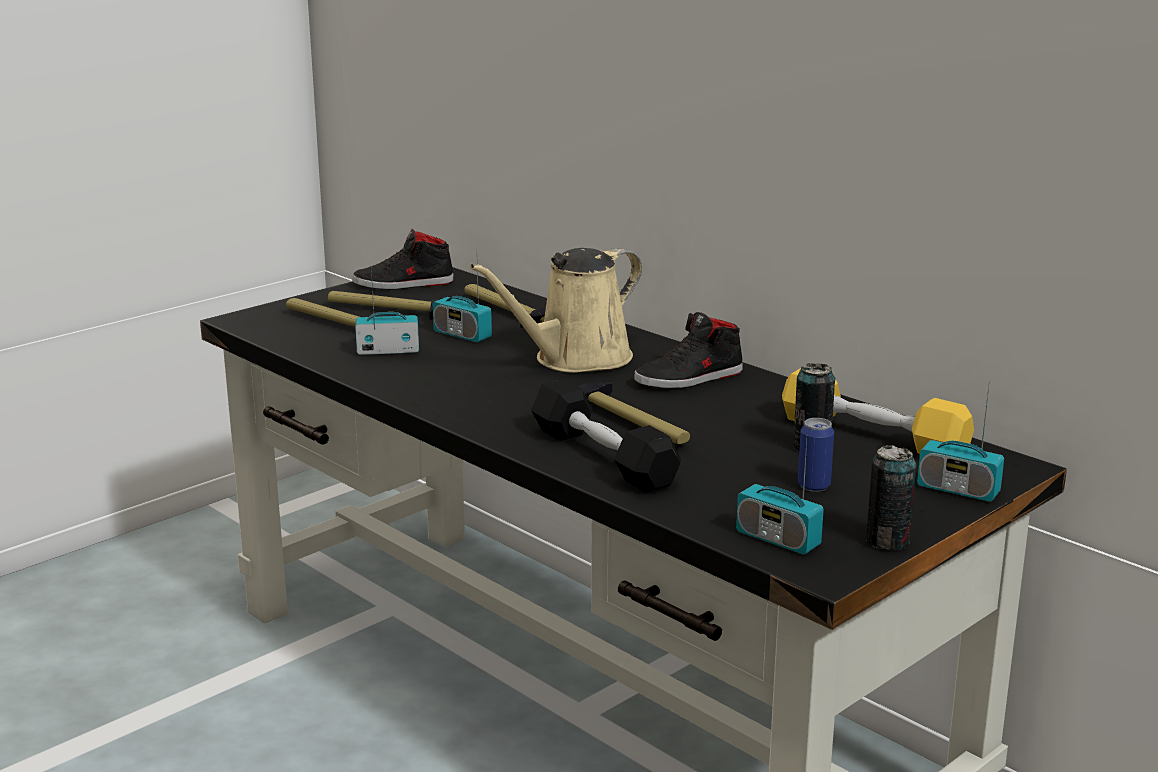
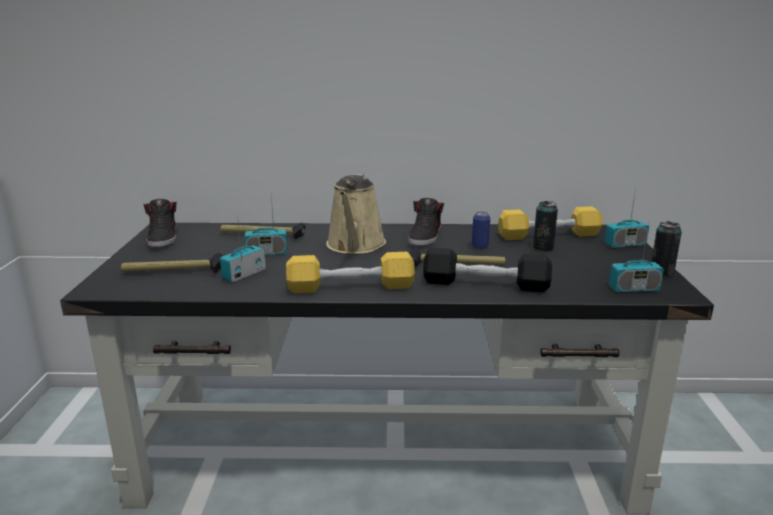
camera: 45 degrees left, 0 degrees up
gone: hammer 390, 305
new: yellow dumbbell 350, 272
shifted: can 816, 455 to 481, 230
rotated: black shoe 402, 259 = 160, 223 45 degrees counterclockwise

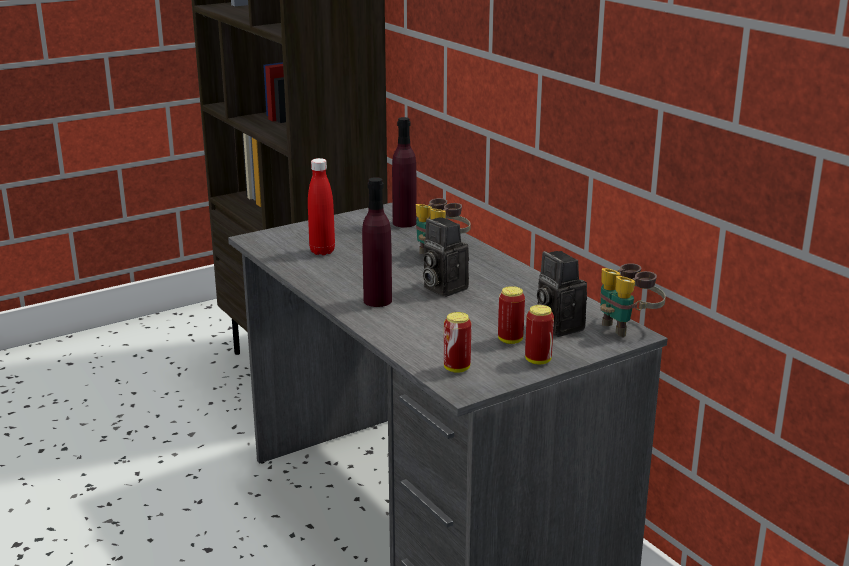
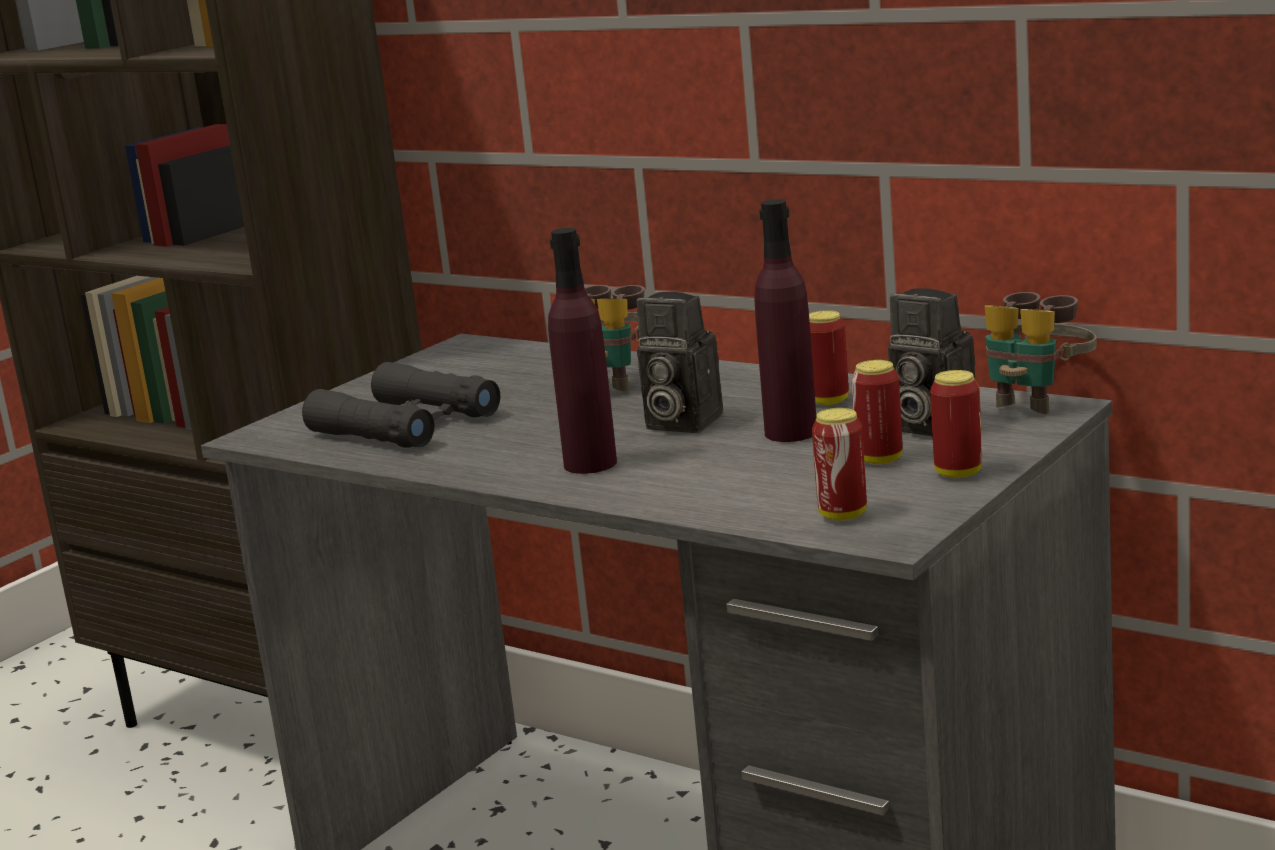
camera: 20 degrees left, 5 degrees down
new: can 829, 357
shifted: purple bottle 404, 172 to 785, 320
swapped: red bottle 321, 206 to black binoculars 401, 405

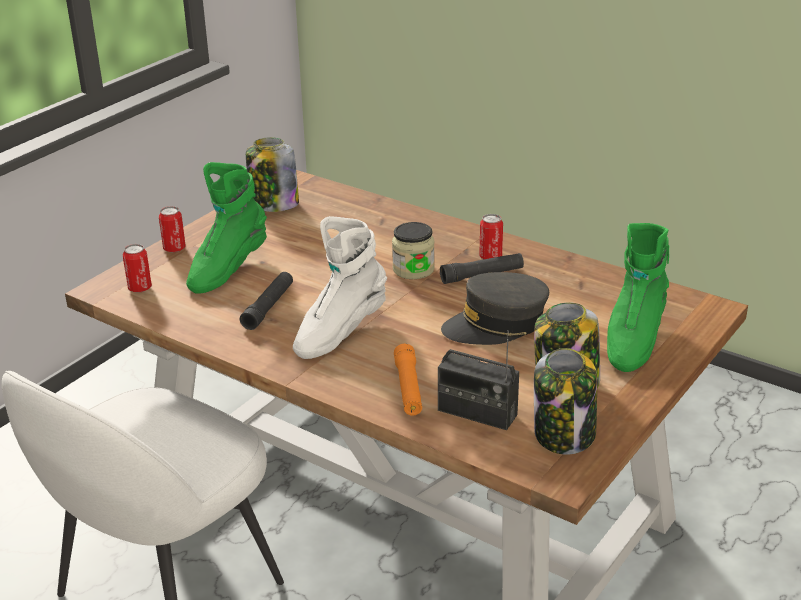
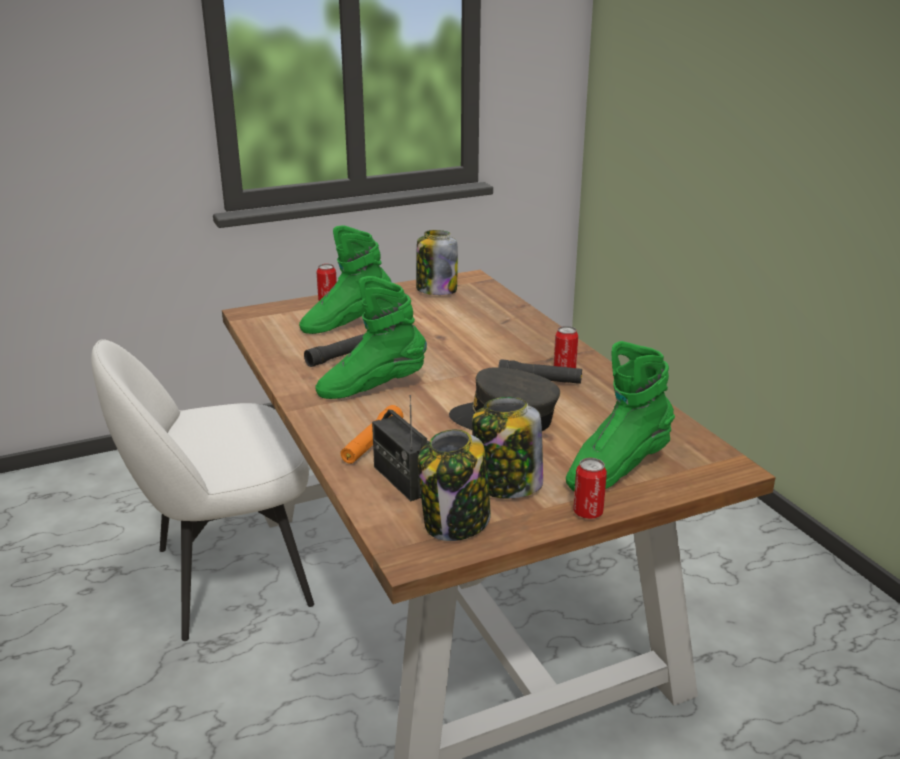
camera: 30 degrees right, 5 degrees down
gone: jar 413, 250
shifted: can 137, 268 to 590, 488
repainted: white boot 340, 287 to green boot 371, 337

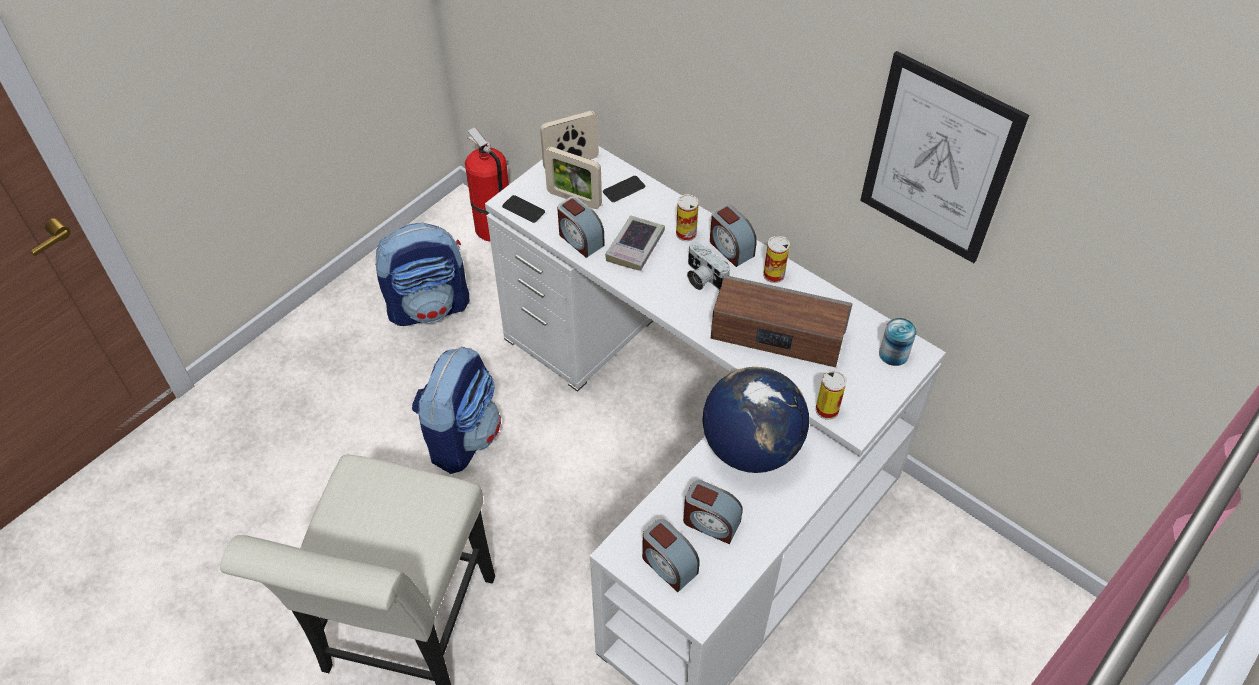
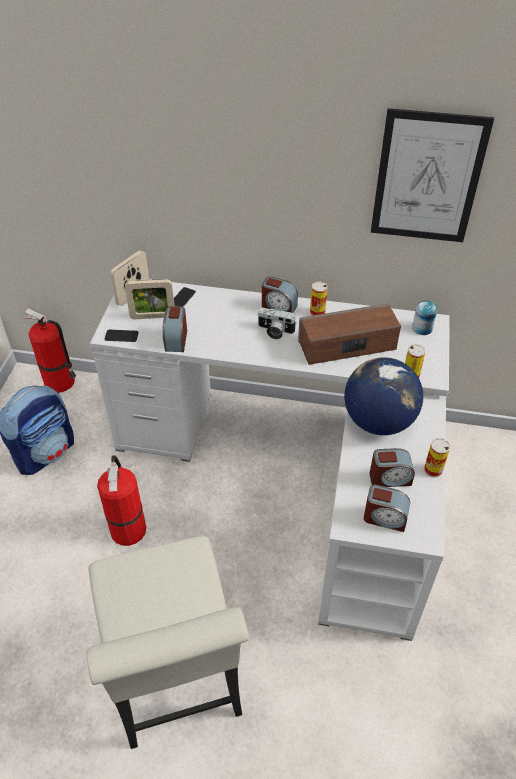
camera: 30 degrees left, 5 degrees down
gone: book 635, 243
shifted: can 687, 217 to 437, 457
swapped: backpack 456, 410 to fire extinguisher 121, 500
rotated: alarm clock 581, 227 = 174, 329 75 degrees clockwise

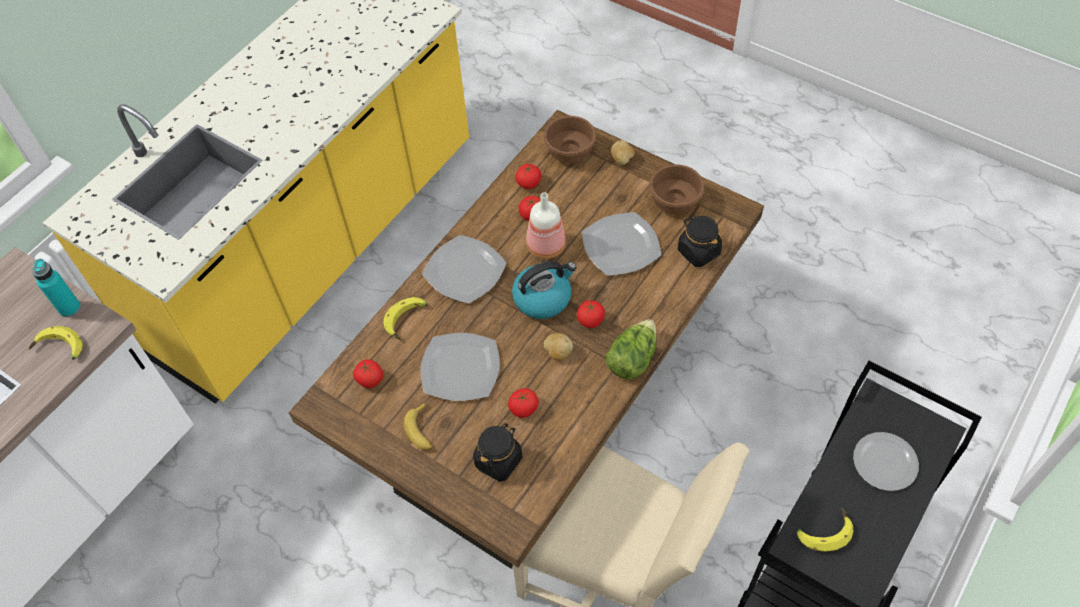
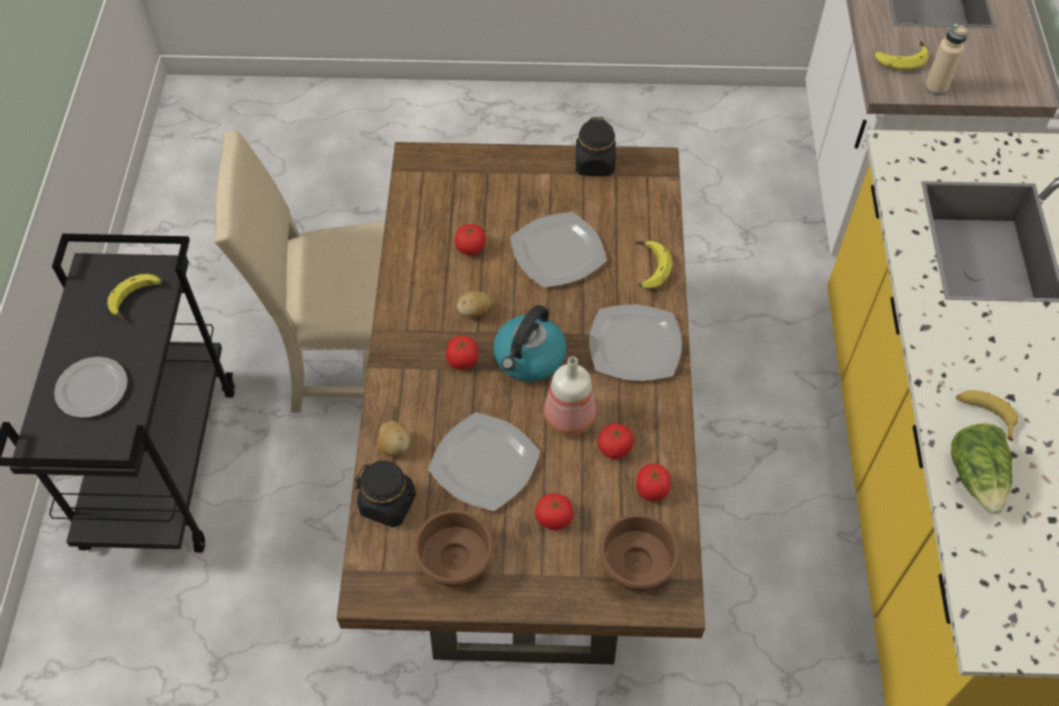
camera: 145 degrees right, 0 degrees up
shifted: tomato 368, 373 to 554, 512; banana 418, 426 to 987, 415; black jar 498, 453 to 596, 146; lettuce 630, 349 to 982, 469; potato 623, 152 to 393, 438
repainted: turquoise bottle 56, 288 to beige bottle 947, 59

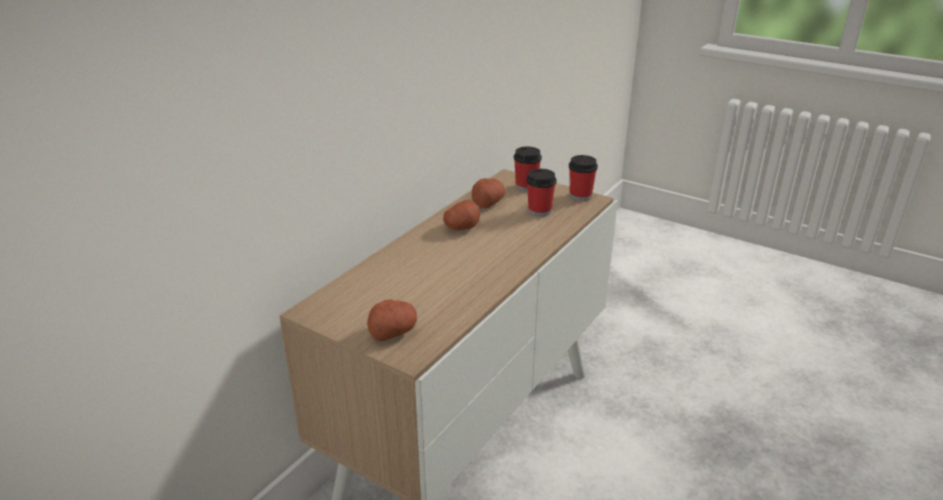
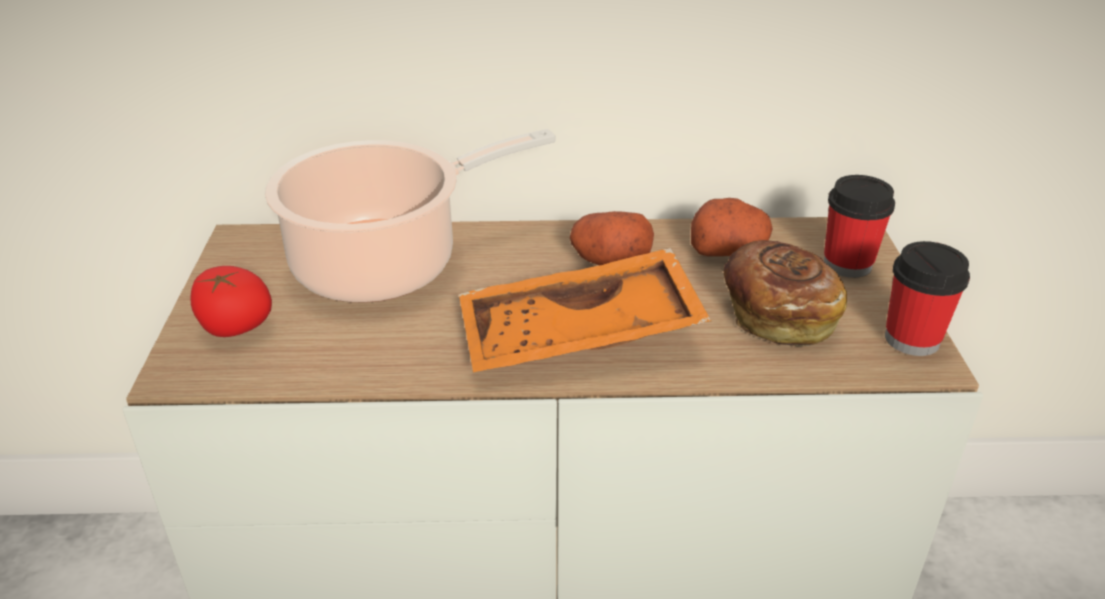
camera: 55 degrees right, 5 degrees up
new: cooking pot 410, 216; orange tray 585, 310
swapped: potato 392, 320 to tomato 231, 301; cup 542, 193 to bread 785, 293

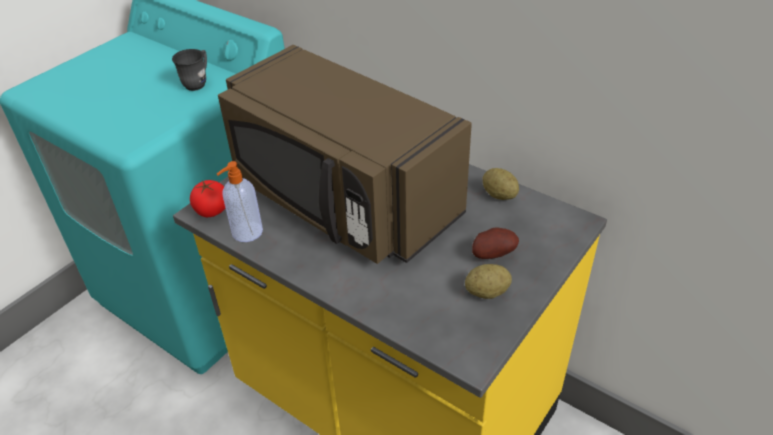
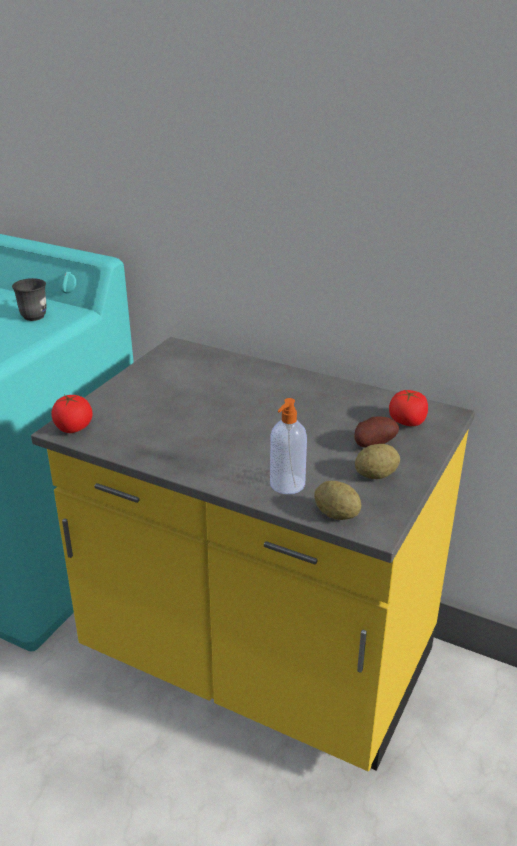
camera: 10 degrees left, 10 degrees down
gone: brown microwave 345, 154
new: tomato 408, 408
shifted: soap dispenser 240, 201 to 288, 446; potato 501, 184 to 337, 500

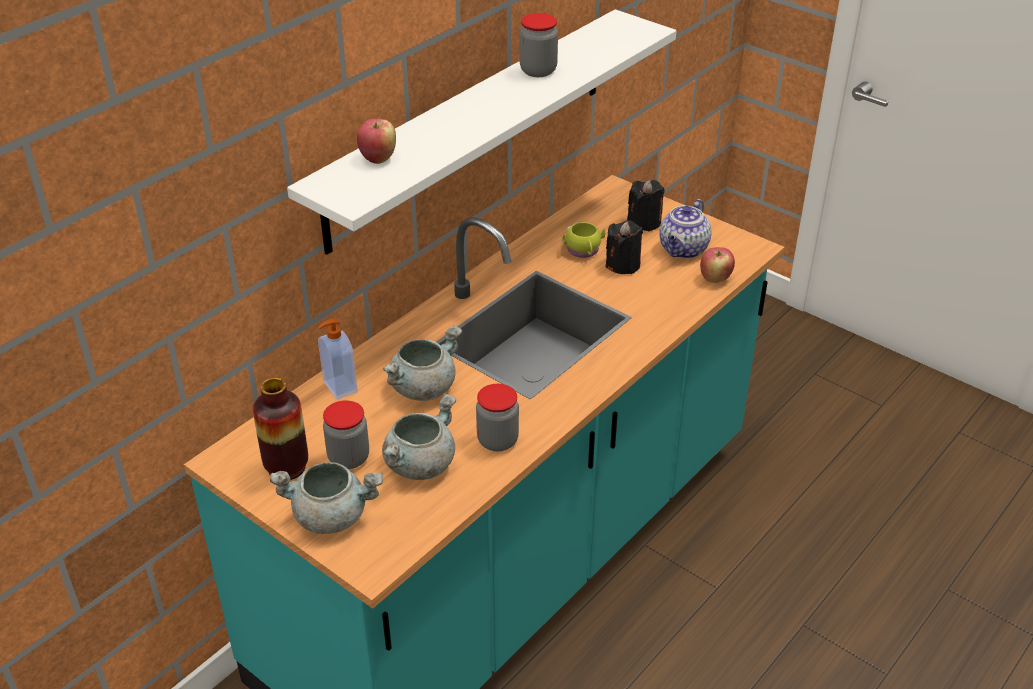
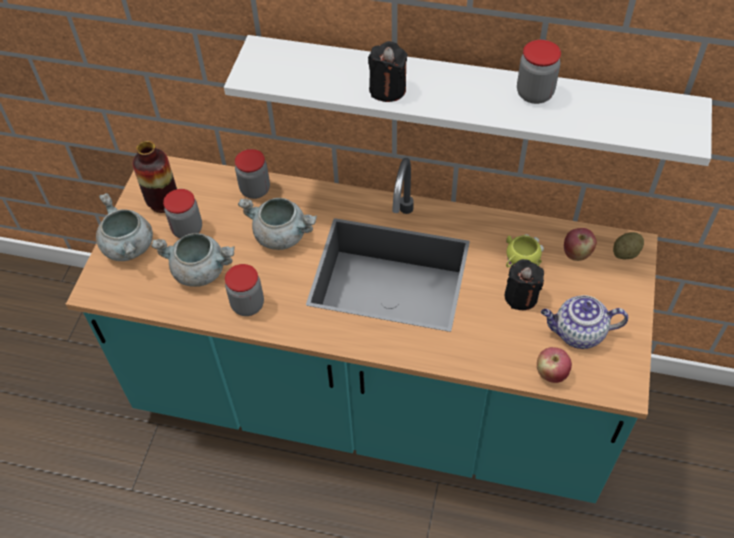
camera: 65 degrees right, 15 degrees up
new: potato 628, 245
shifted: apple 376, 141 to 580, 244; black candle 645, 205 to 388, 71
swapped: soap dispenser 338, 359 to jar 252, 174

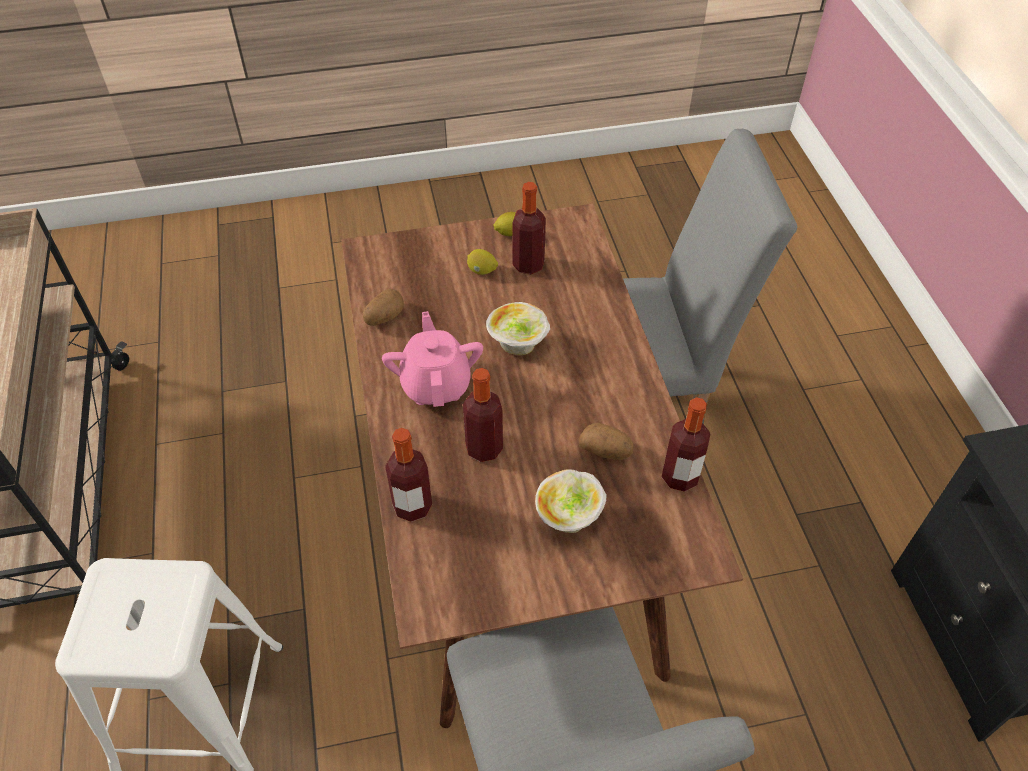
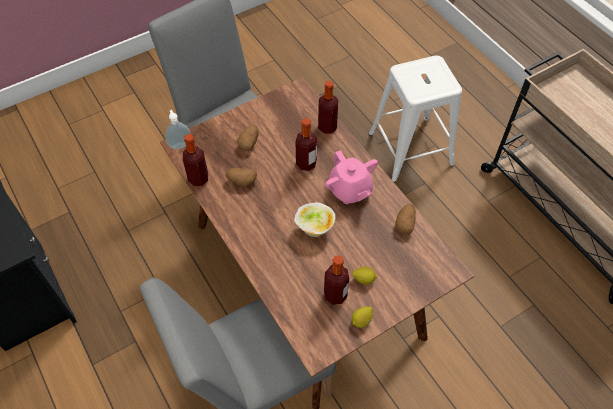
camera: 160 degrees right, 5 degrees up
new: soap dispenser 178, 129
swapped: bowl 571, 501 to potato 248, 138

